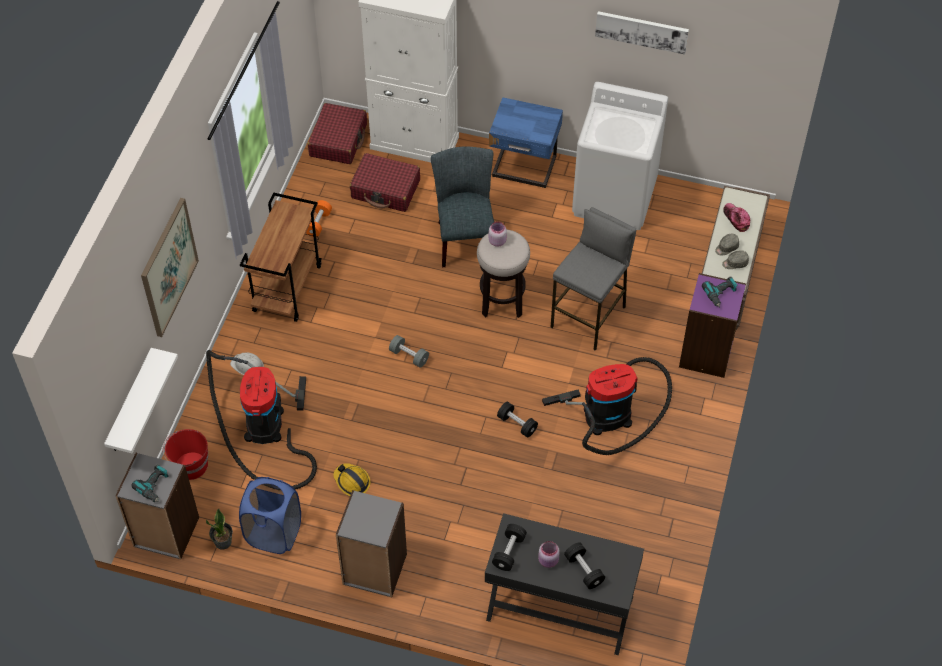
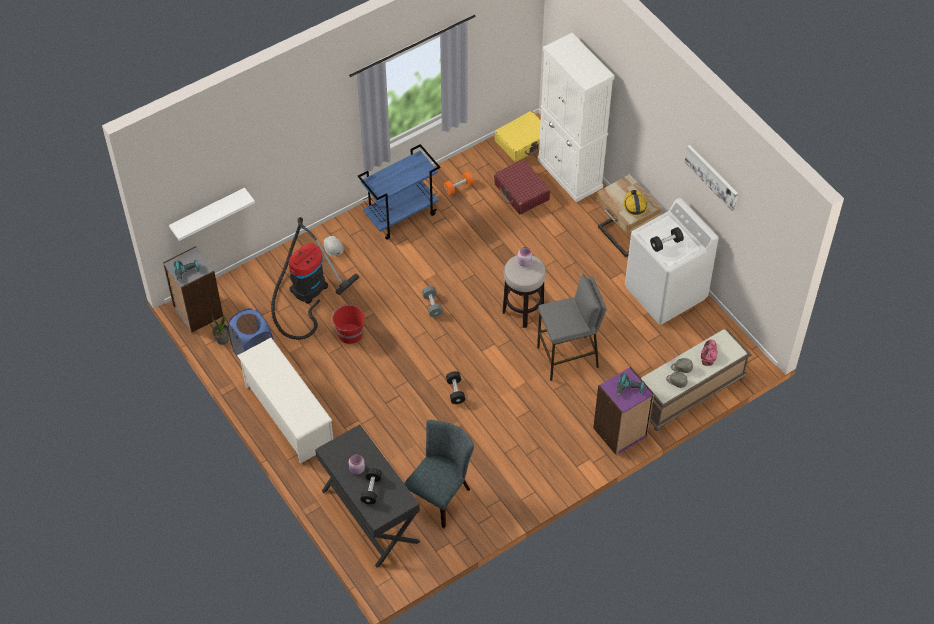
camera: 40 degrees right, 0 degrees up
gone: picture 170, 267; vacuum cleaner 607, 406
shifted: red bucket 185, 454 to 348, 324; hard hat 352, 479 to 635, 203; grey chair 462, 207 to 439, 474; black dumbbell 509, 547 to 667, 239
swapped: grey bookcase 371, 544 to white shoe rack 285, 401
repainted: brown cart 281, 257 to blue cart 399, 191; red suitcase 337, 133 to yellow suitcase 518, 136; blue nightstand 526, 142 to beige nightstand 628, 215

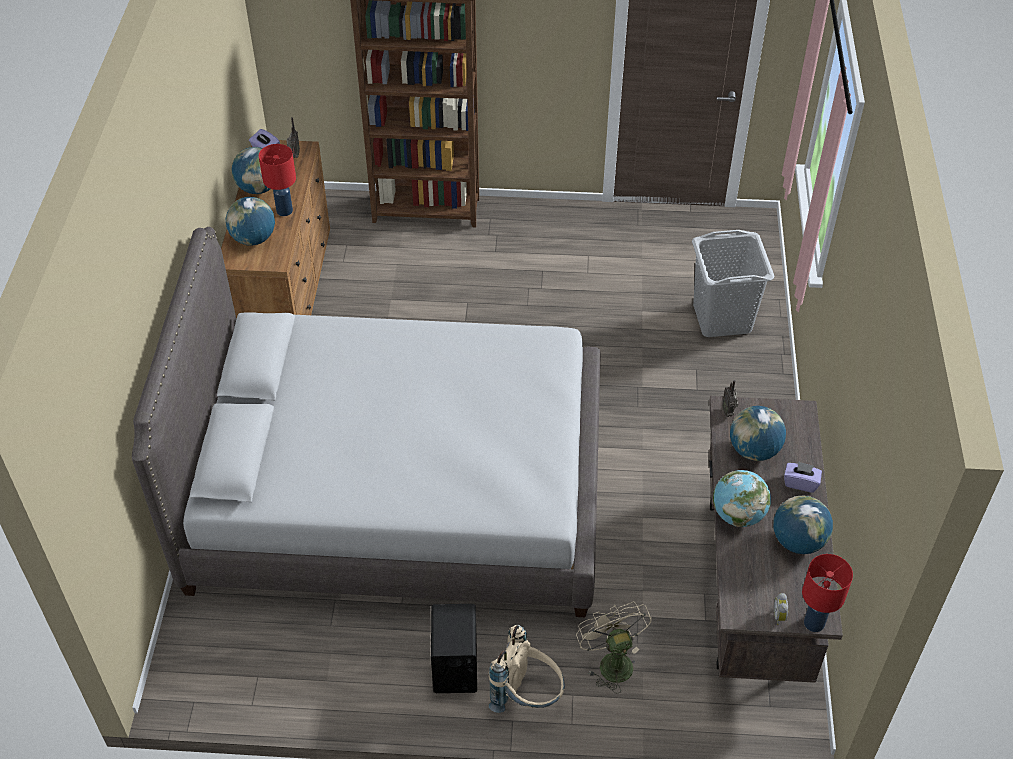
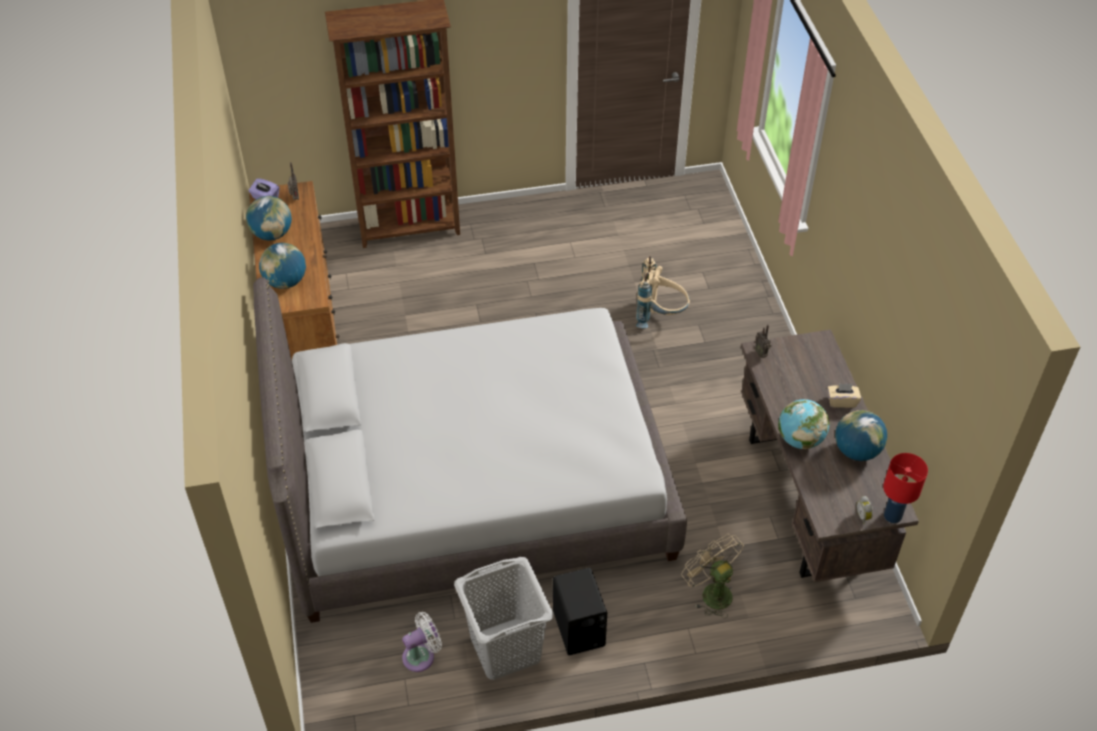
camera: 15 degrees left, 0 degrees up
gone: red table lamp 277, 180; globe 758, 433
new: white fan 422, 642
shifted: beige backpack 527, 669 to 663, 292; grey laundry basket 733, 283 to 503, 618
repainted: purple tissue box 803, 477 to beige tissue box 844, 395

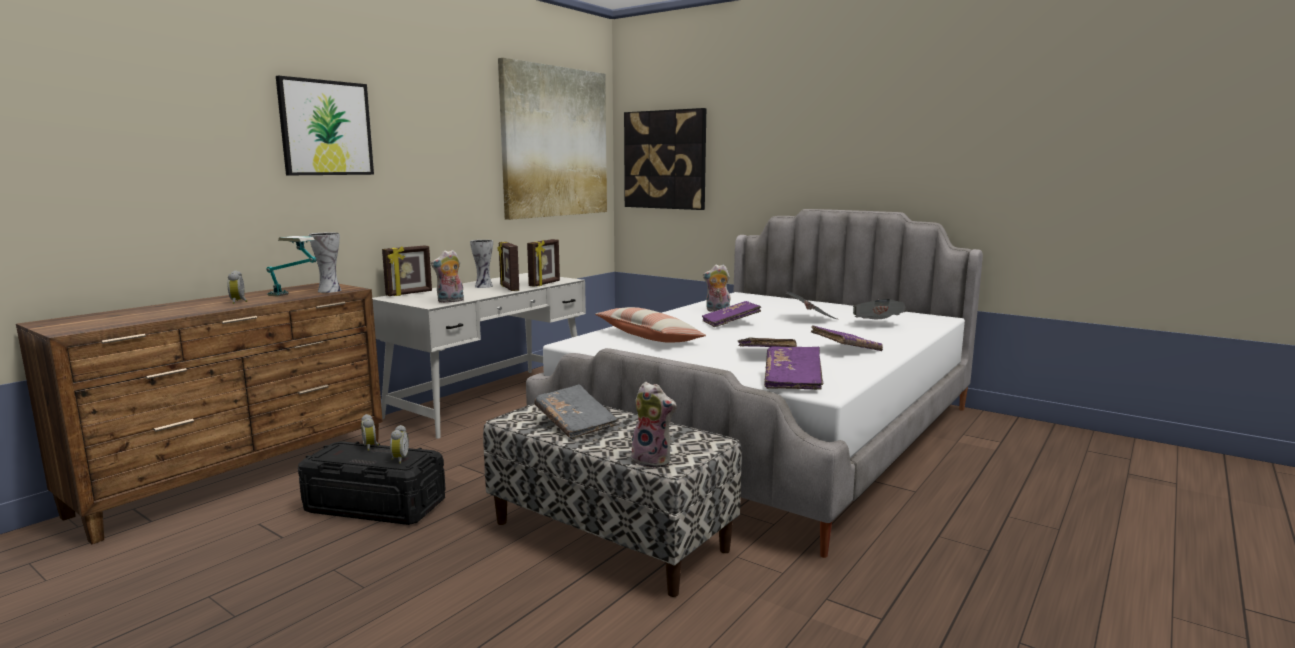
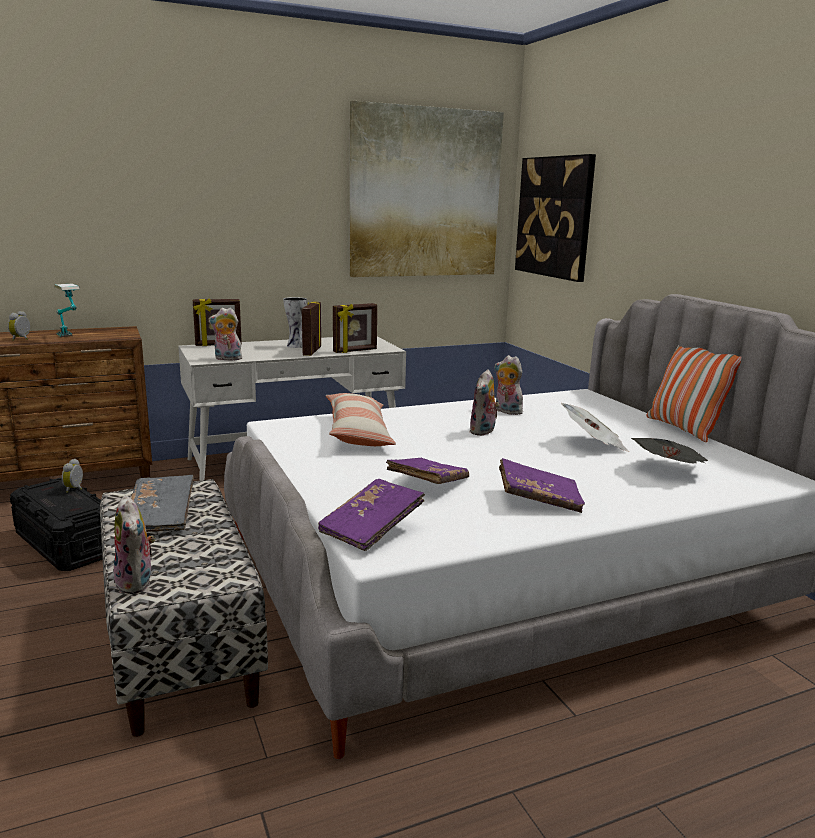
camera: 30 degrees right, 5 degrees up
gone: picture 325, 125; vase 325, 263; alarm clock 399, 444
new: pillow 693, 393
swapped: purple book 731, 314 to plush toy 484, 402

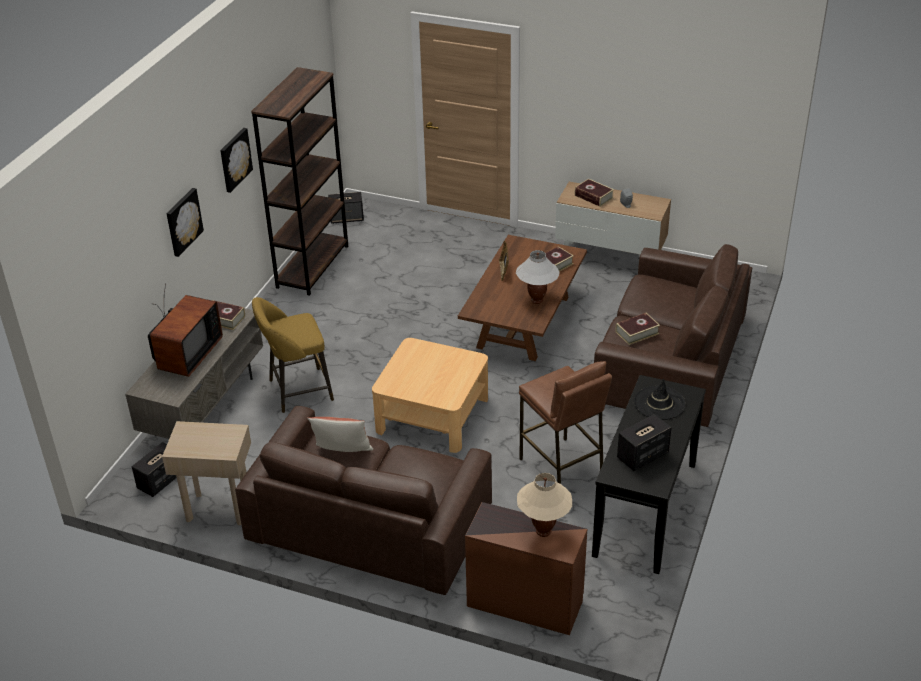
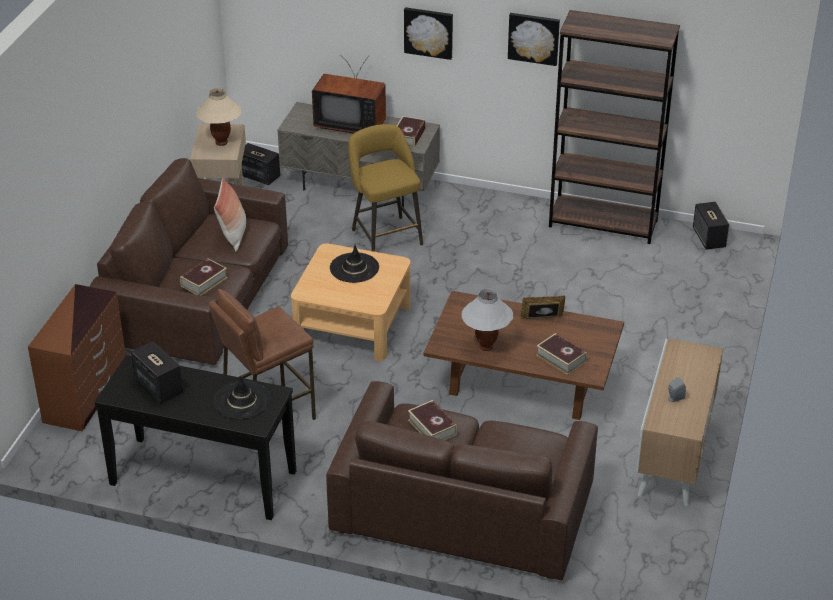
camera: 85 degrees right, 0 degrees up
new: black hat 354, 264
shifted: beige table lamp 544, 505 to 219, 117; book 594, 192 to 204, 277

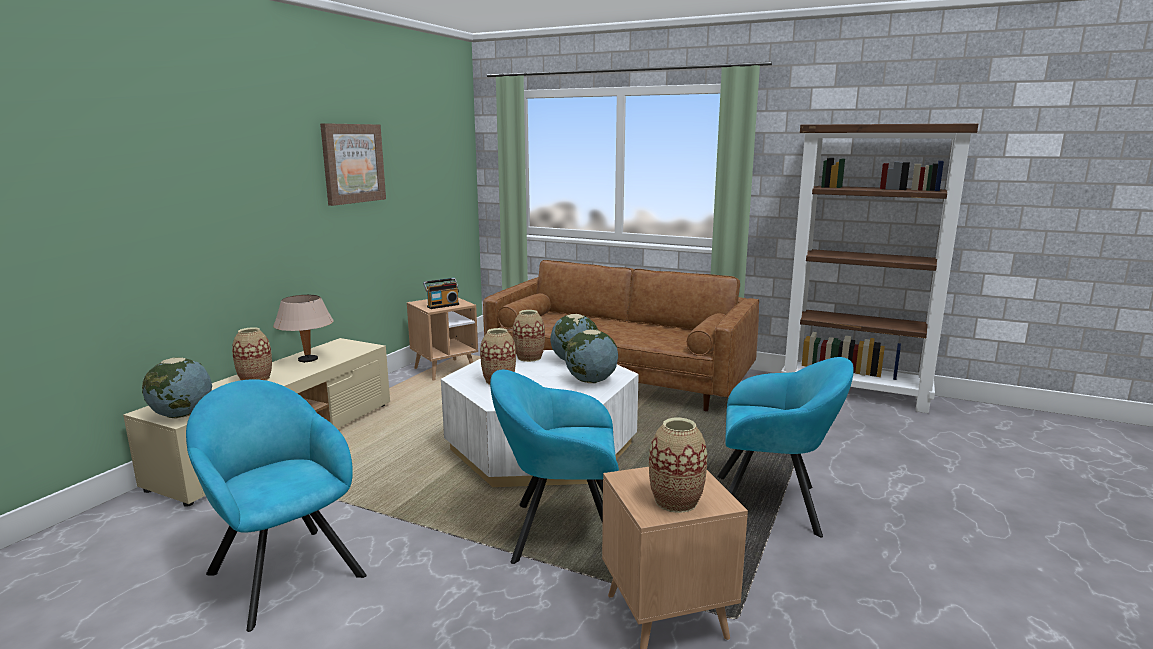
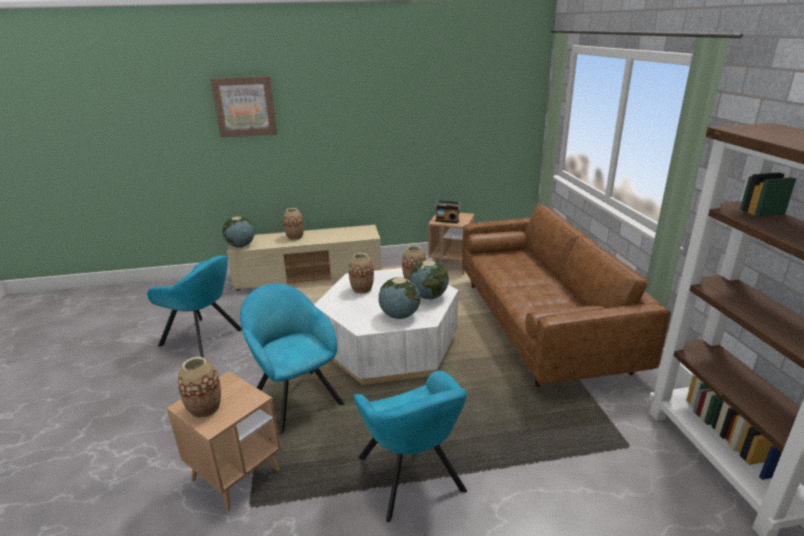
camera: 55 degrees right, 10 degrees up
gone: beige table lamp 303, 329
shifted: picture 353, 164 to 243, 107
rotated: turquoise armchair 276, 505 = 194, 306 105 degrees clockwise

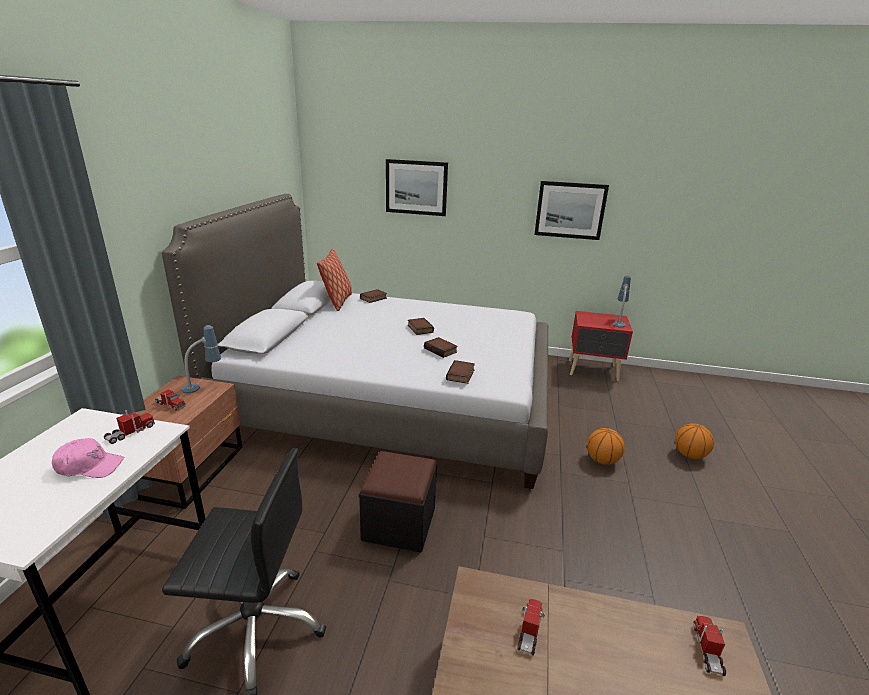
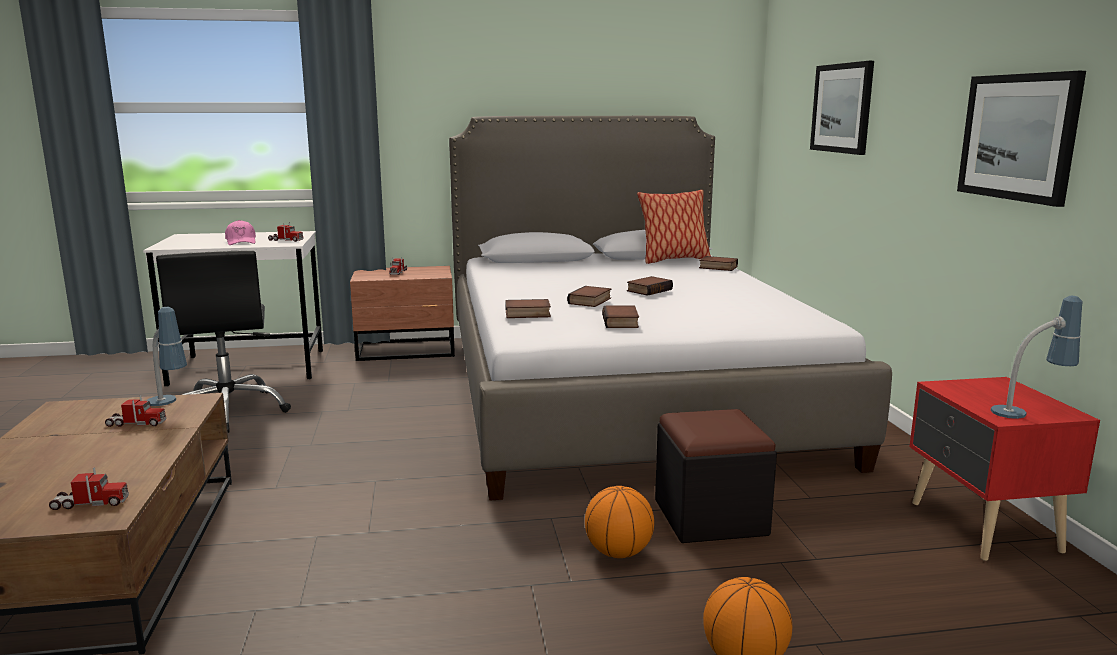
camera: 70 degrees right, 10 degrees down
new: book 620, 317
shifted: table lamp 201, 359 to 166, 356; black ottoman 398, 502 to 716, 476

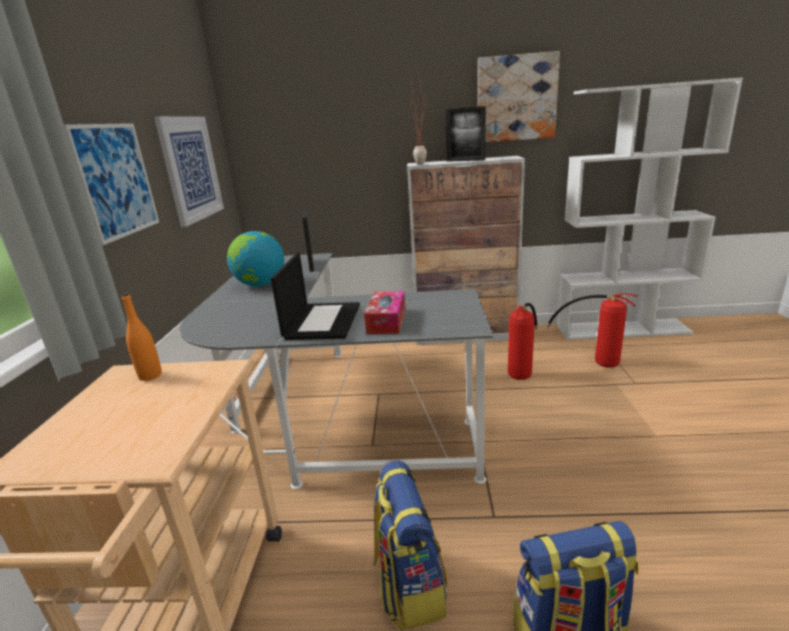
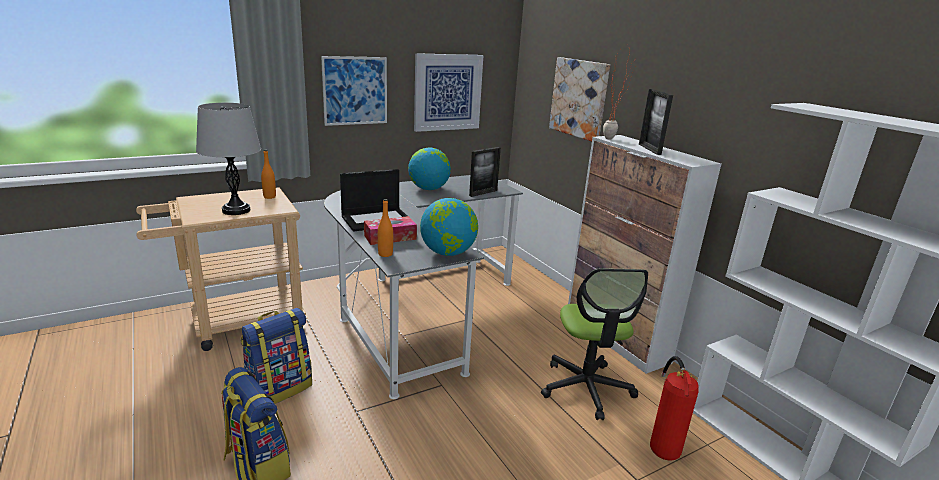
camera: 55 degrees right, 0 degrees up
new: grey table lamp 228, 159; orange bottle 385, 228; globe 449, 227
shifted: picture 519, 96 to 579, 99
swapped: fire extinguisher 523, 341 to office chair 594, 344

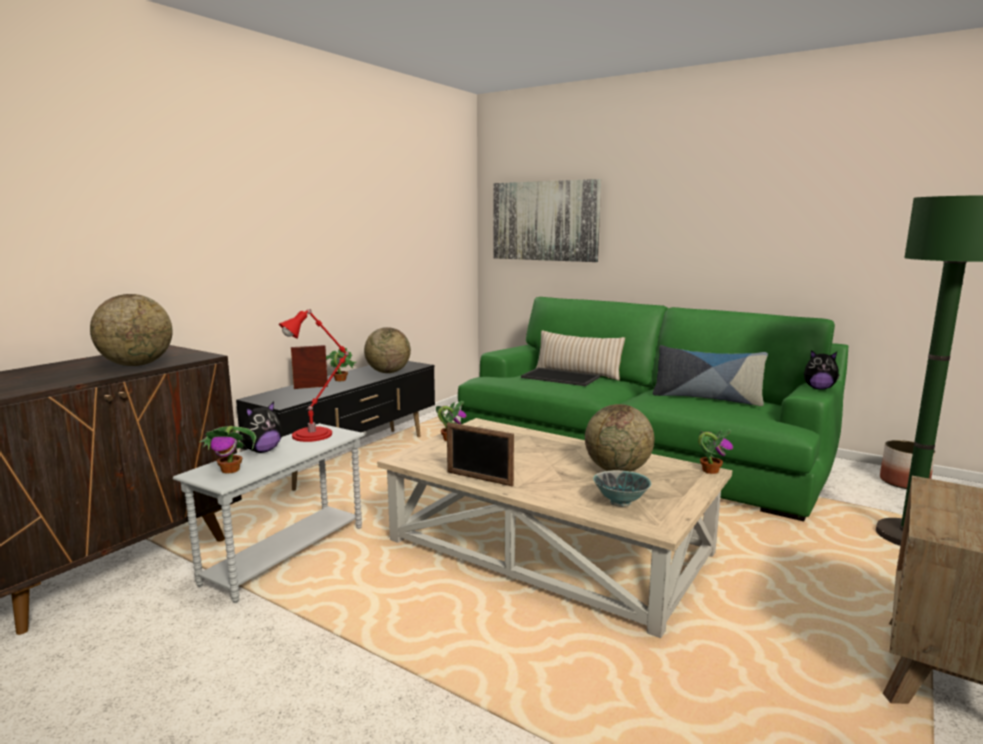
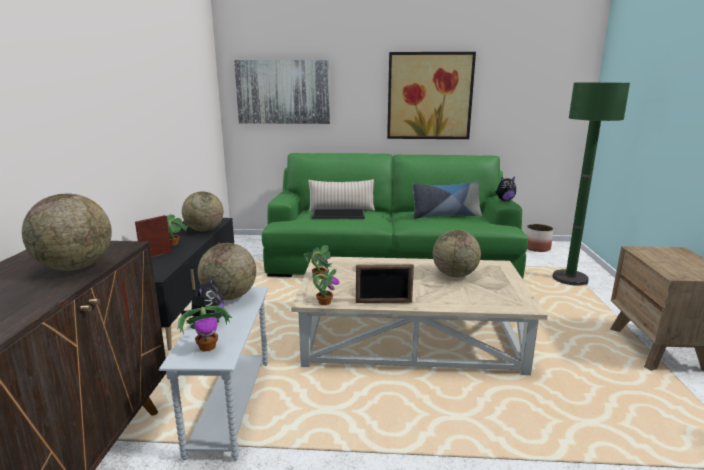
camera: 30 degrees left, 5 degrees up
gone: bowl 622, 488
new: picture 431, 95
shifted: potted plant 715, 451 to 325, 287
swapped: red table lamp 314, 375 to globe 227, 271

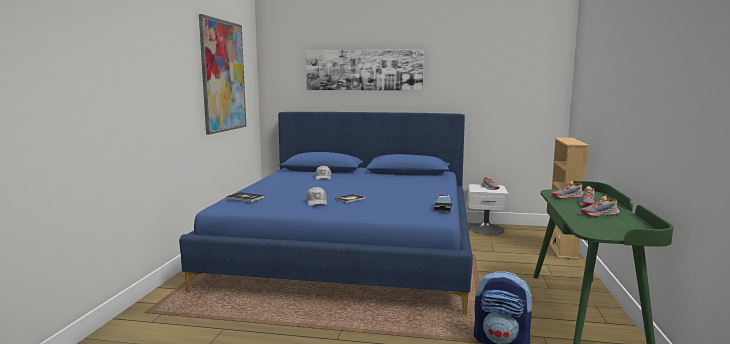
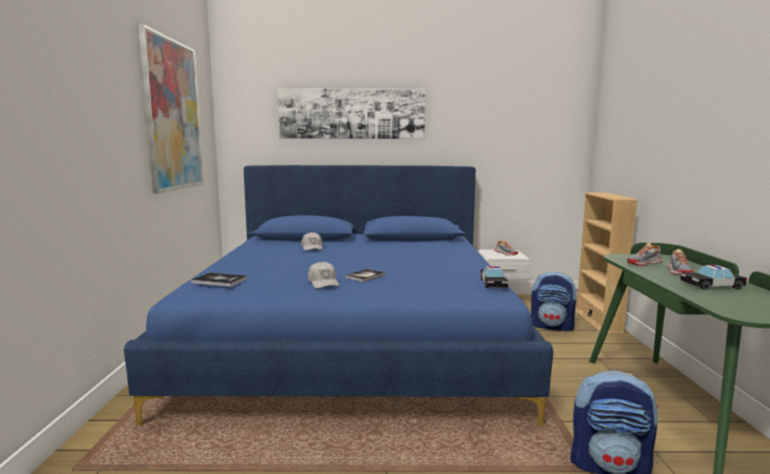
camera: 10 degrees left, 0 degrees up
new: backpack 554, 301
swapped: shoe 600, 206 to toy car 713, 277

